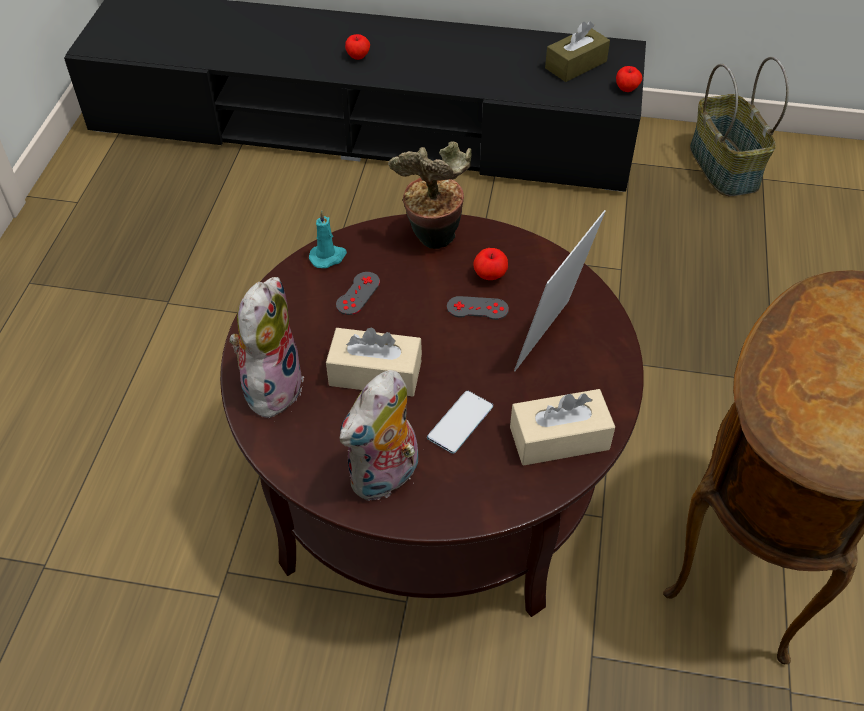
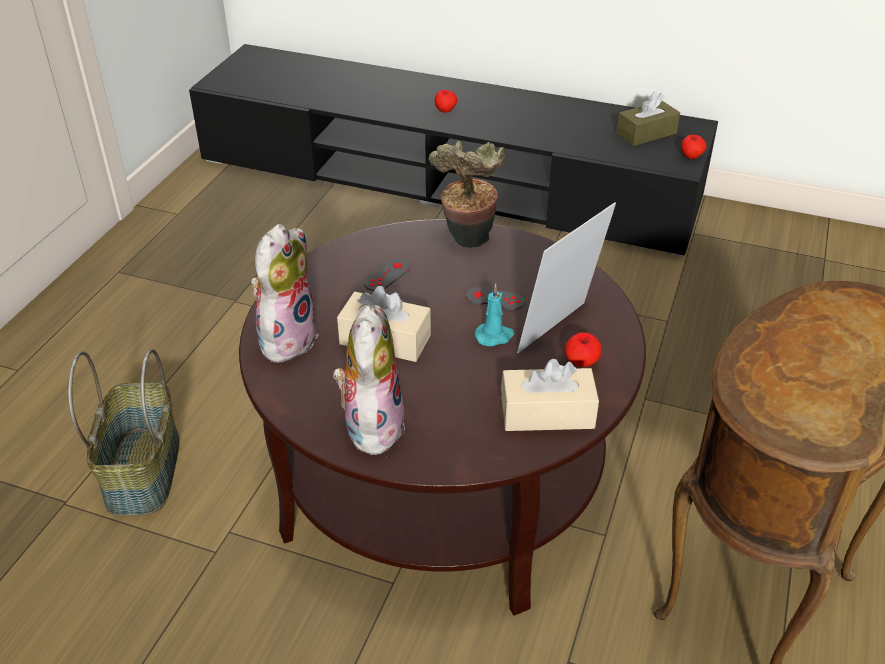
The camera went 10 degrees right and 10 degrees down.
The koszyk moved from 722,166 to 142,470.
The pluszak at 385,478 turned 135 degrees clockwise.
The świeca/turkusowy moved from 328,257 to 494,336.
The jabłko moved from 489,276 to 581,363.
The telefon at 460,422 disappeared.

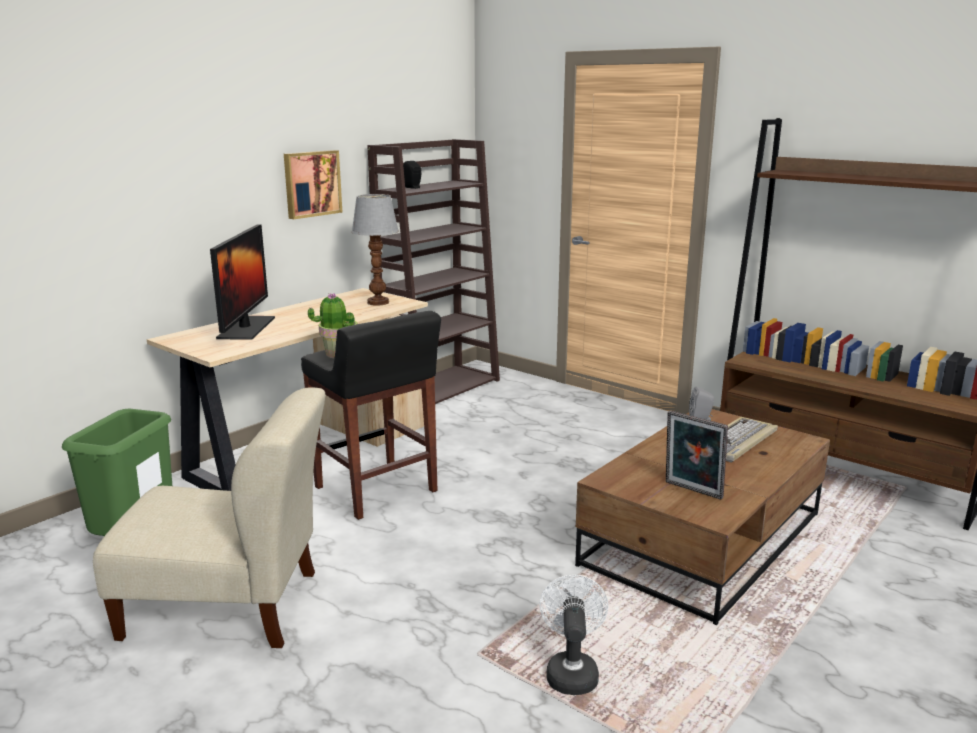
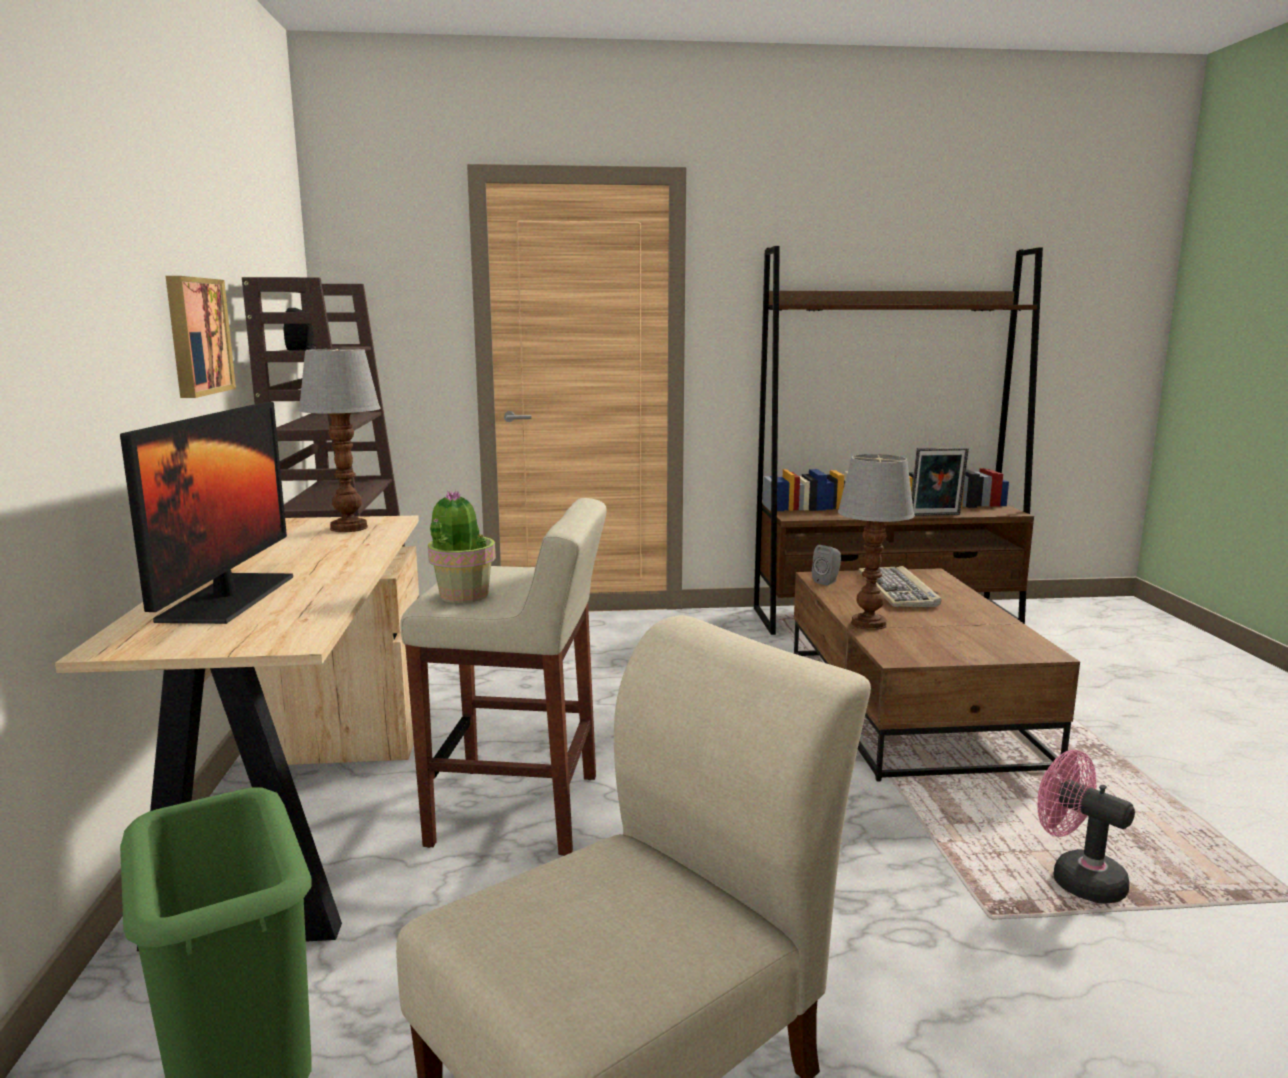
The camera went 45 degrees left and 5 degrees down.
The monitor at 246,328 turned 45 degrees clockwise.
The stołek/czarny at 376,490 became the stołek/beżowy at 518,810.
The lampa stołowa at 867,623 appeared.
The ramka na zdjęcie moved from 692,491 to 936,515.
The wentylator/biały at 571,671 became the wentylator/różowy at 1077,878.

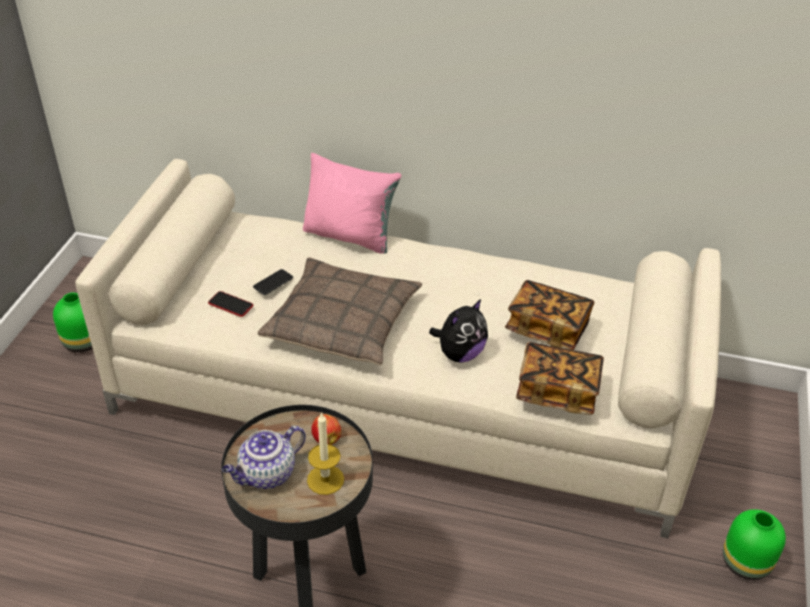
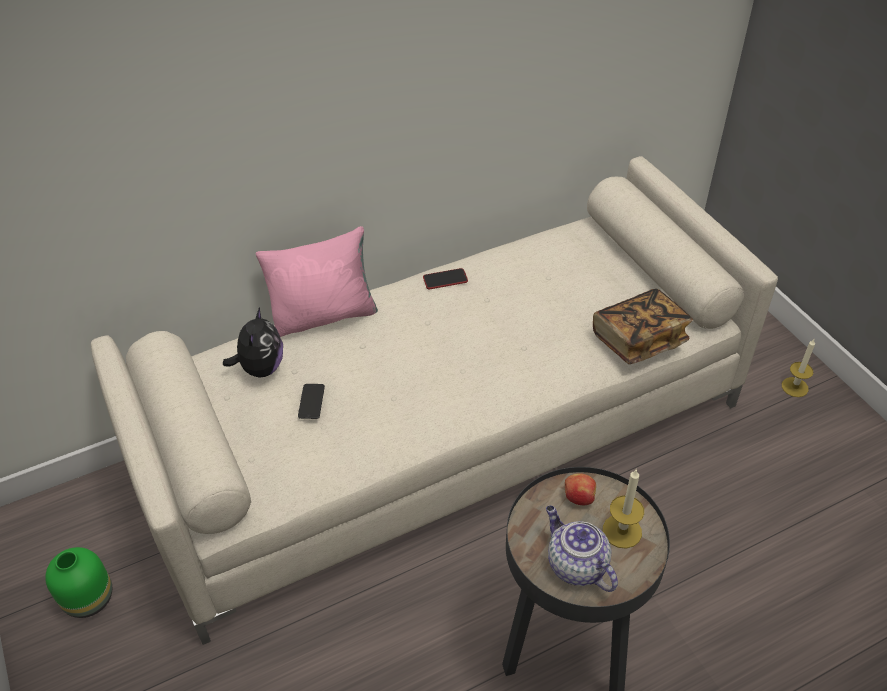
The camera went 40 degrees left and 5 degrees up.
The pluszak moved from 460,353 to 261,368.
The telefon moved from 230,304 to 445,279.
The imbryk at 267,475 turned 135 degrees clockwise.
The wazon/zielony at 747,563 was replaced by the świeca at 794,387.
The poduszka at 342,322 disappeared.
The książka at 547,328 disappeared.

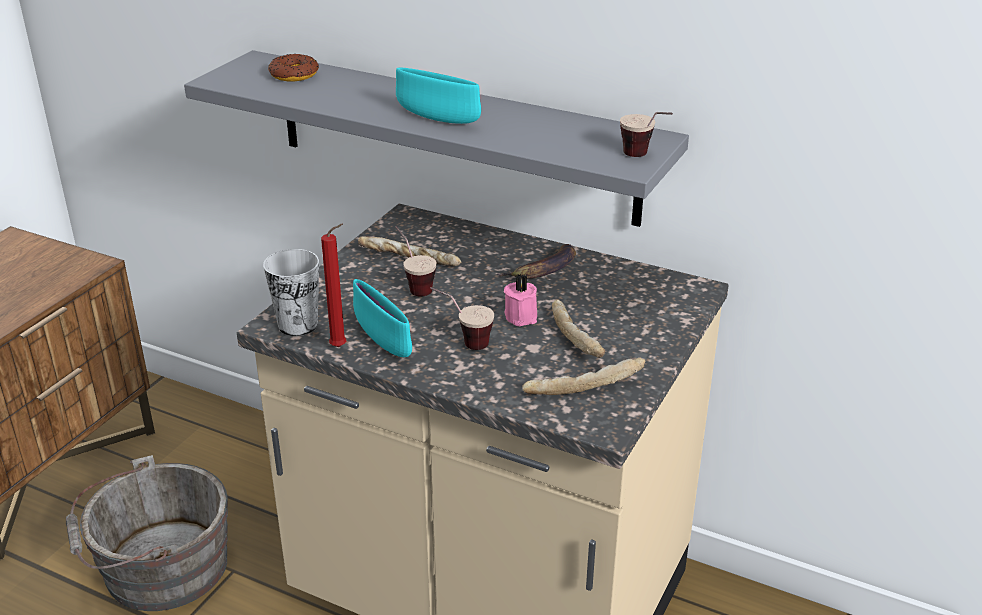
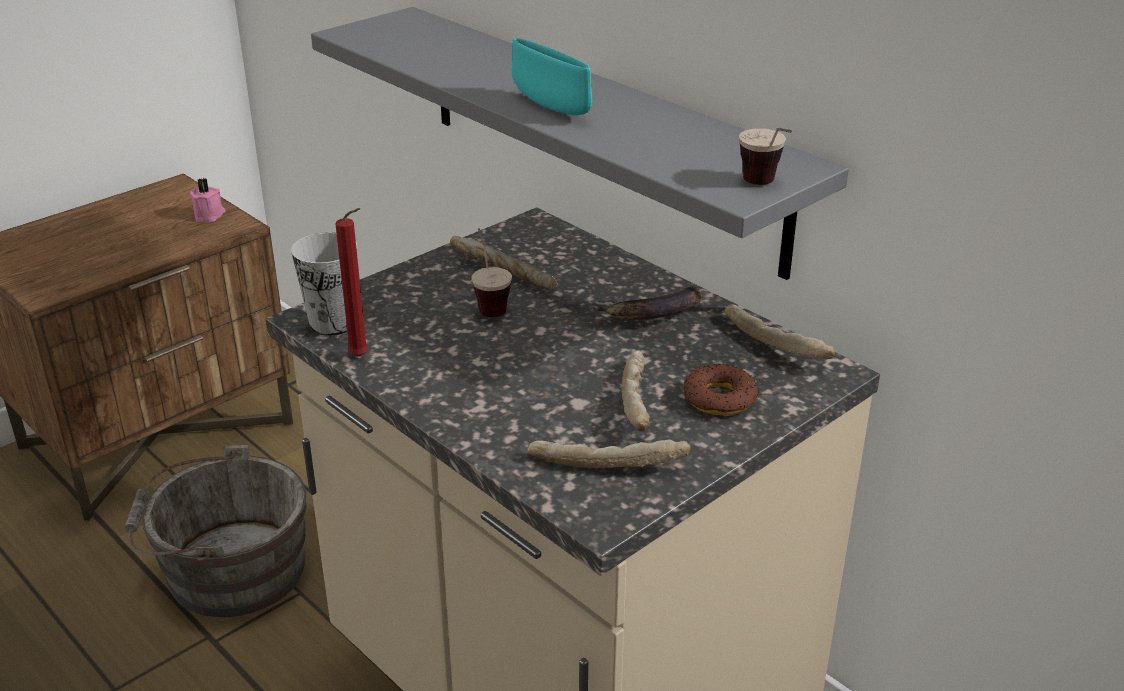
The camera went 20 degrees right and 0 degrees up.
The świeca/różowy moved from 522,316 to 210,215.
The donut moved from 293,74 to 719,398.
The chleb at 776,343 appeared.
The miska/turkusowy at 382,341 disappeared.
The filiżanka at 462,342 disappeared.

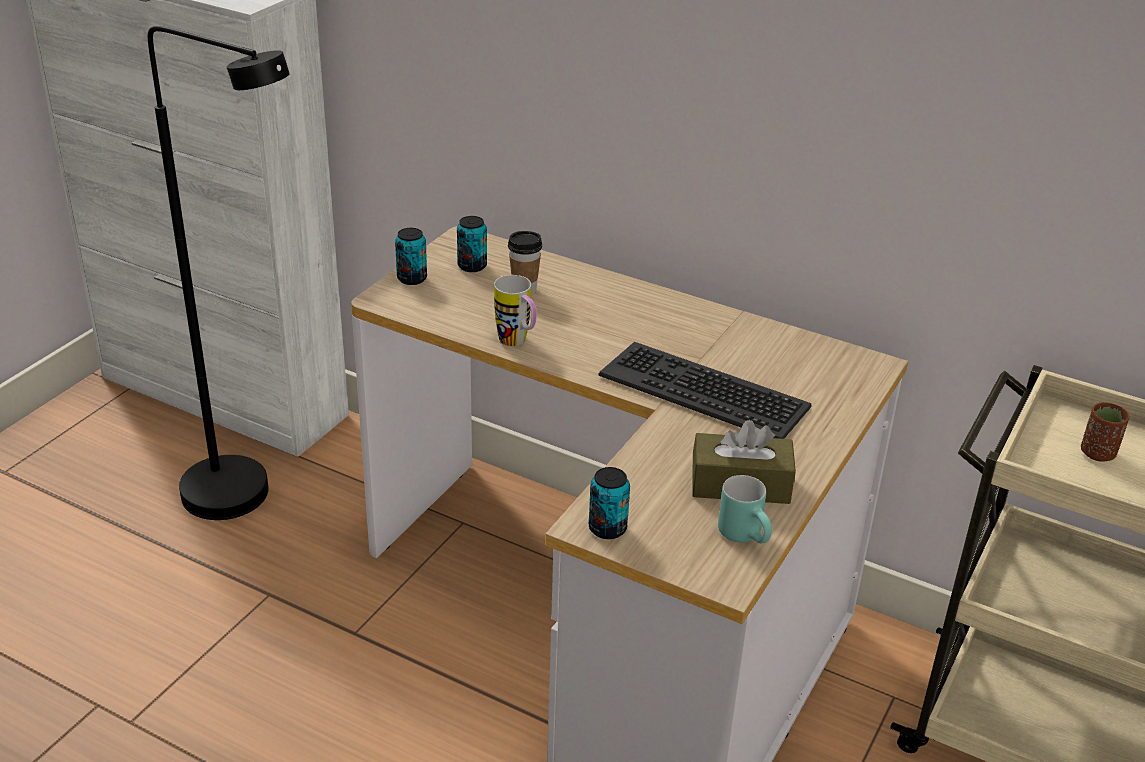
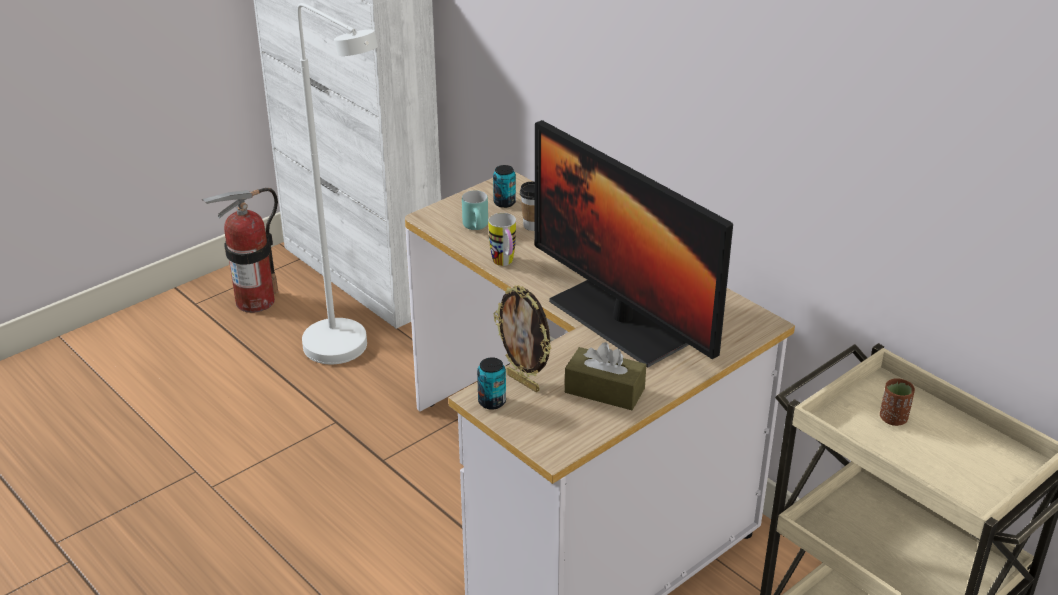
The camera went 20 degrees right and 0 degrees up.
The gaśnica at 255,301 appeared.
The lampa stojąca/czarny at 246,499 became the lampa stojąca/biały at 348,352.
The kubek/turkusowy moved from 747,536 to 478,228.
The ramka na zdjęcie at 524,382 appeared.
The klawiatura at 704,391 was replaced by the monitor at 620,321.
The puszka at 412,278 disappeared.

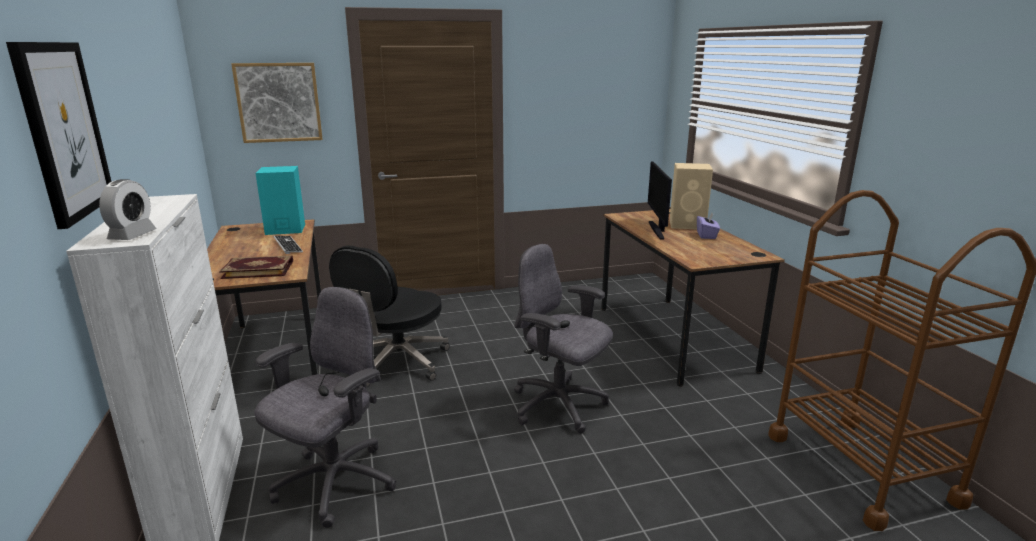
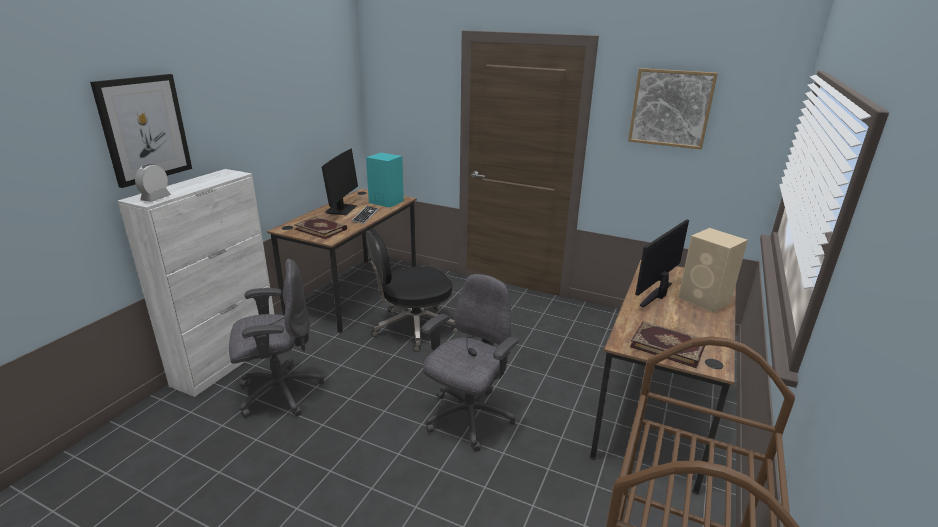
The camera went 40 degrees right and 5 degrees up.
The budzik at 132,235 turned 150 degrees clockwise.
The monitor at 341,210 appeared.
The krzesło biurowe/szary at 559,406 turned 45 degrees clockwise.
The obraz moved from 279,102 to 670,108.
The książka at 667,345 appeared.
The pudełko chusteczek/fioletowy at 706,235 disappeared.

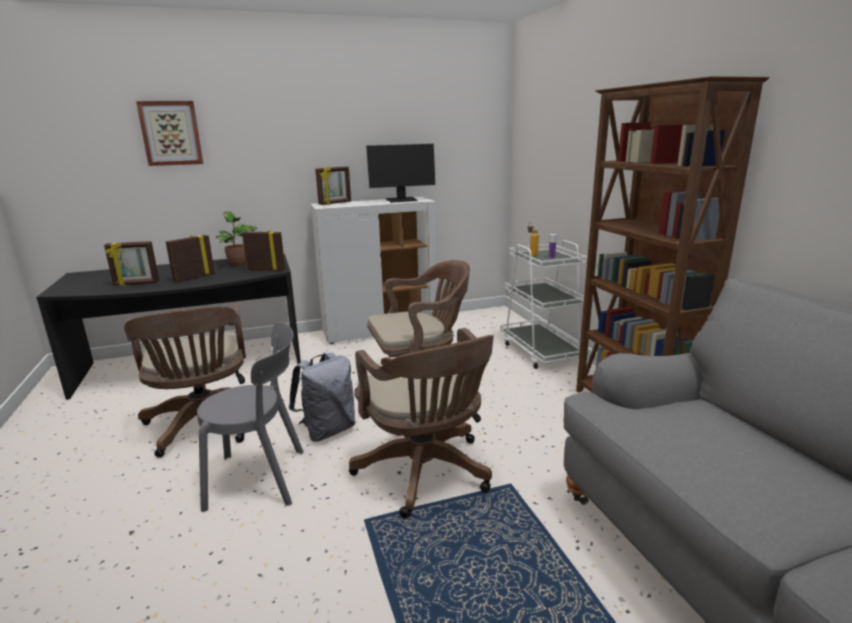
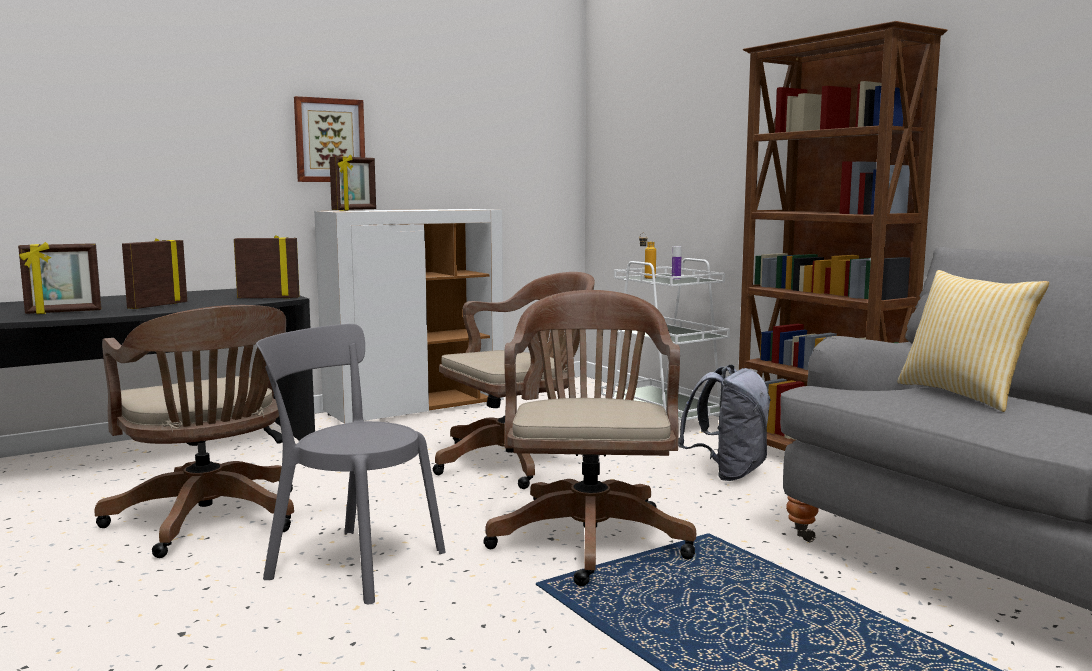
The camera went 15 degrees left and 10 degrees down.
The krzesło/szary at 262,478 turned 135 degrees counterclockwise.
The obraz moved from 171,133 to 329,140.
The krzesło biurowe/brązowy at 426,474 turned 135 degrees counterclockwise.
The plecak/szary moved from 327,430 to 727,473.
The poduszka at 964,395 appeared.
The roślina doniczkowa at 239,264 disappeared.
The monitor at 401,200 disappeared.

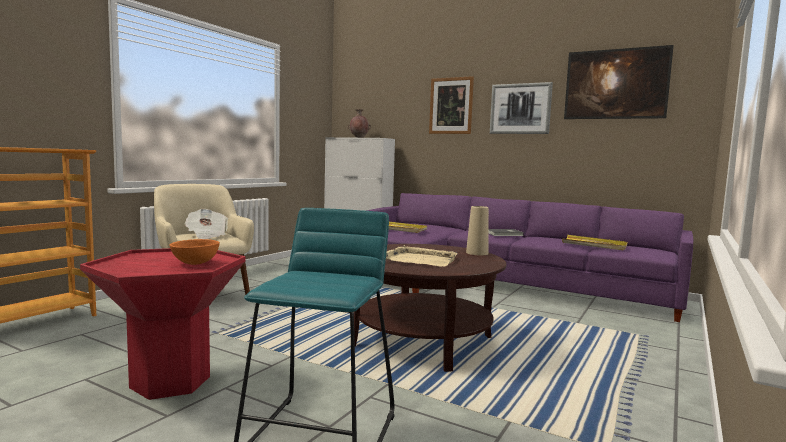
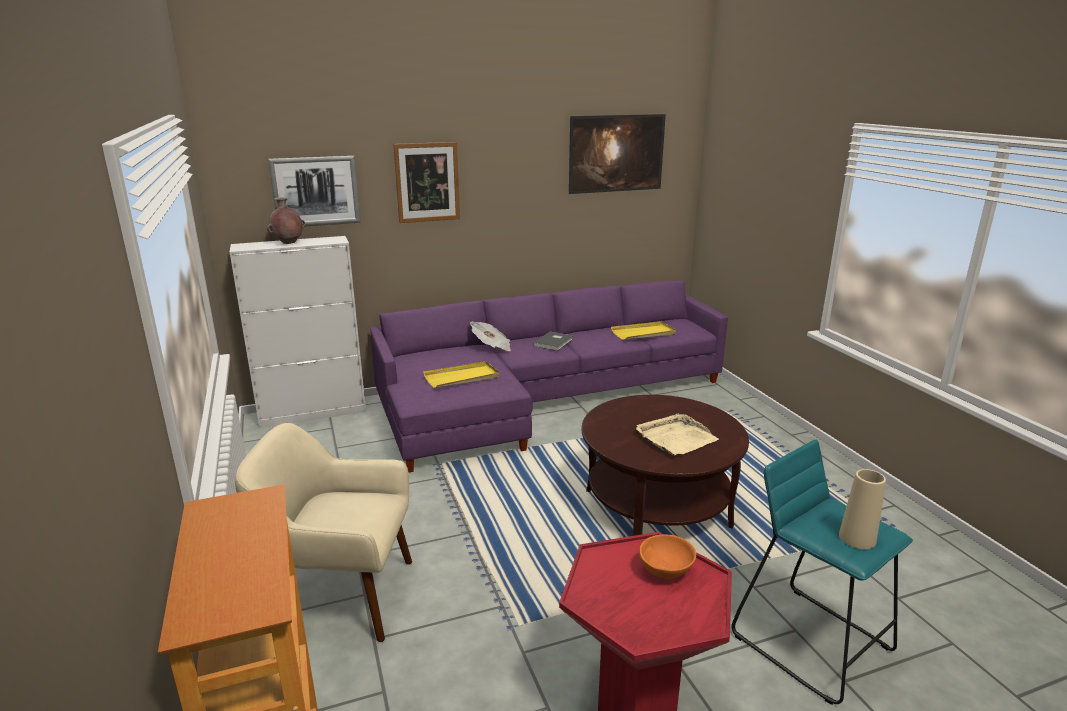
The camera went 50 degrees left and 15 degrees up.
The obraz moved from 520,109 to 315,191.
The gazeta moved from 206,235 to 492,347.
The wazon/beżowy moved from 477,253 to 857,538.

